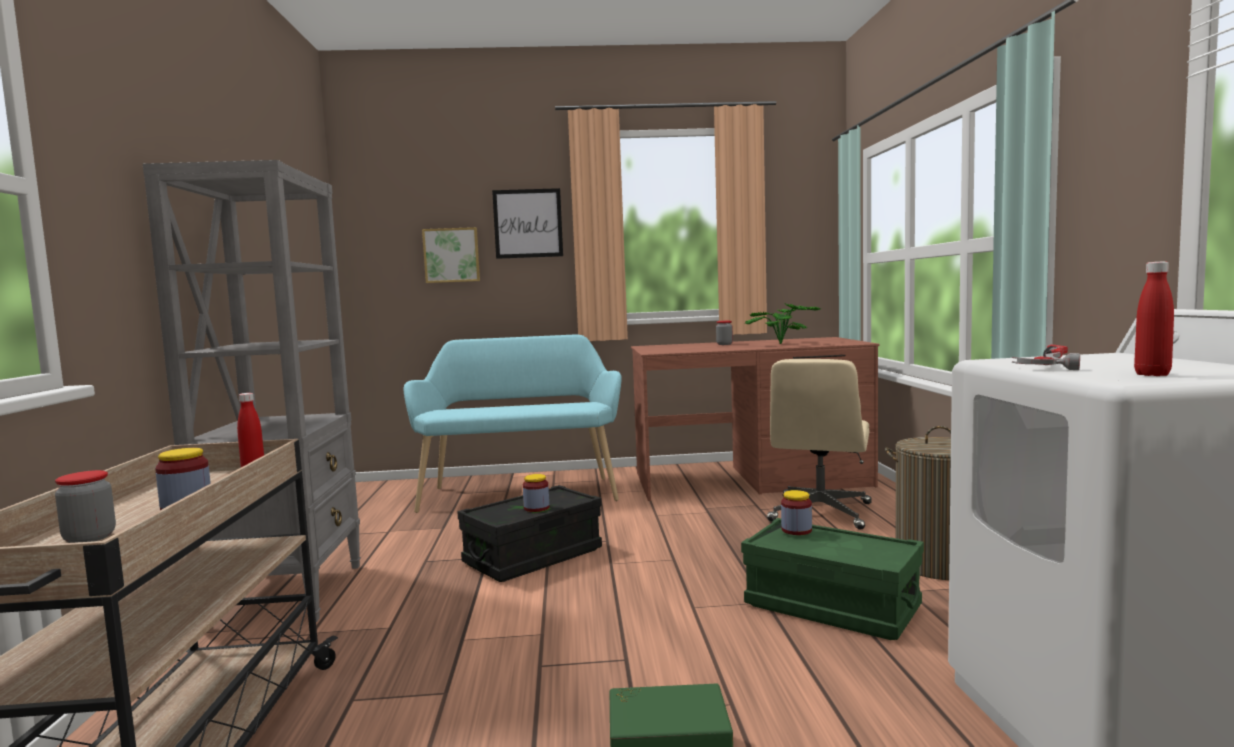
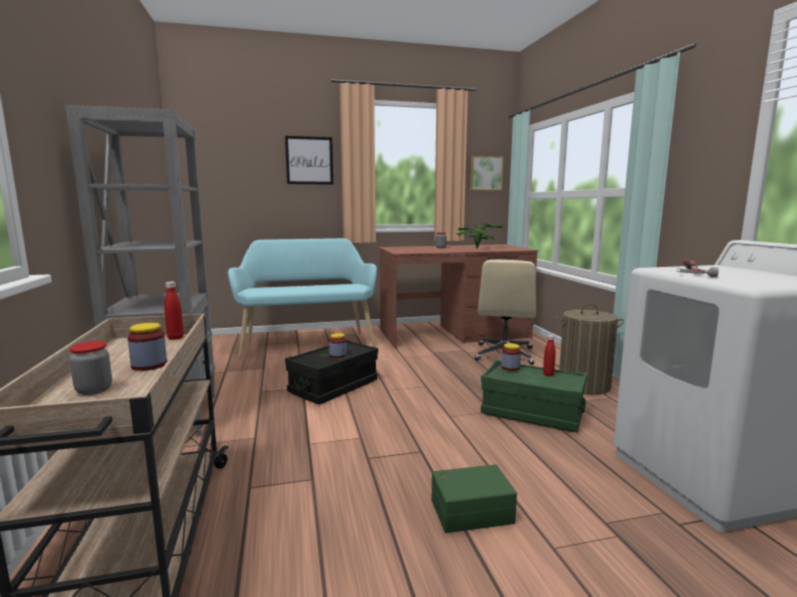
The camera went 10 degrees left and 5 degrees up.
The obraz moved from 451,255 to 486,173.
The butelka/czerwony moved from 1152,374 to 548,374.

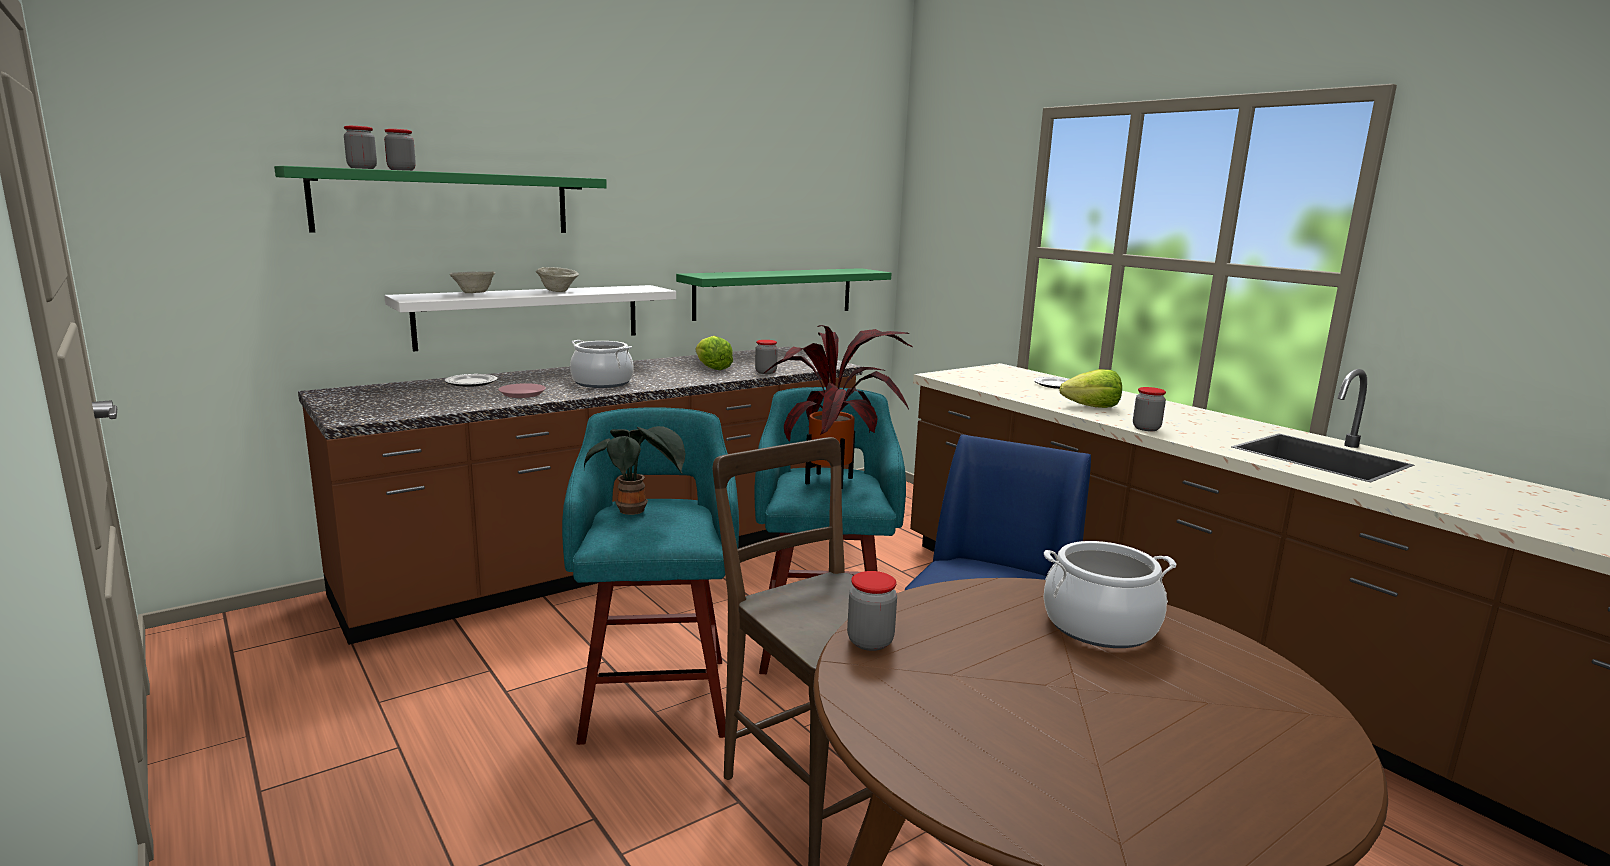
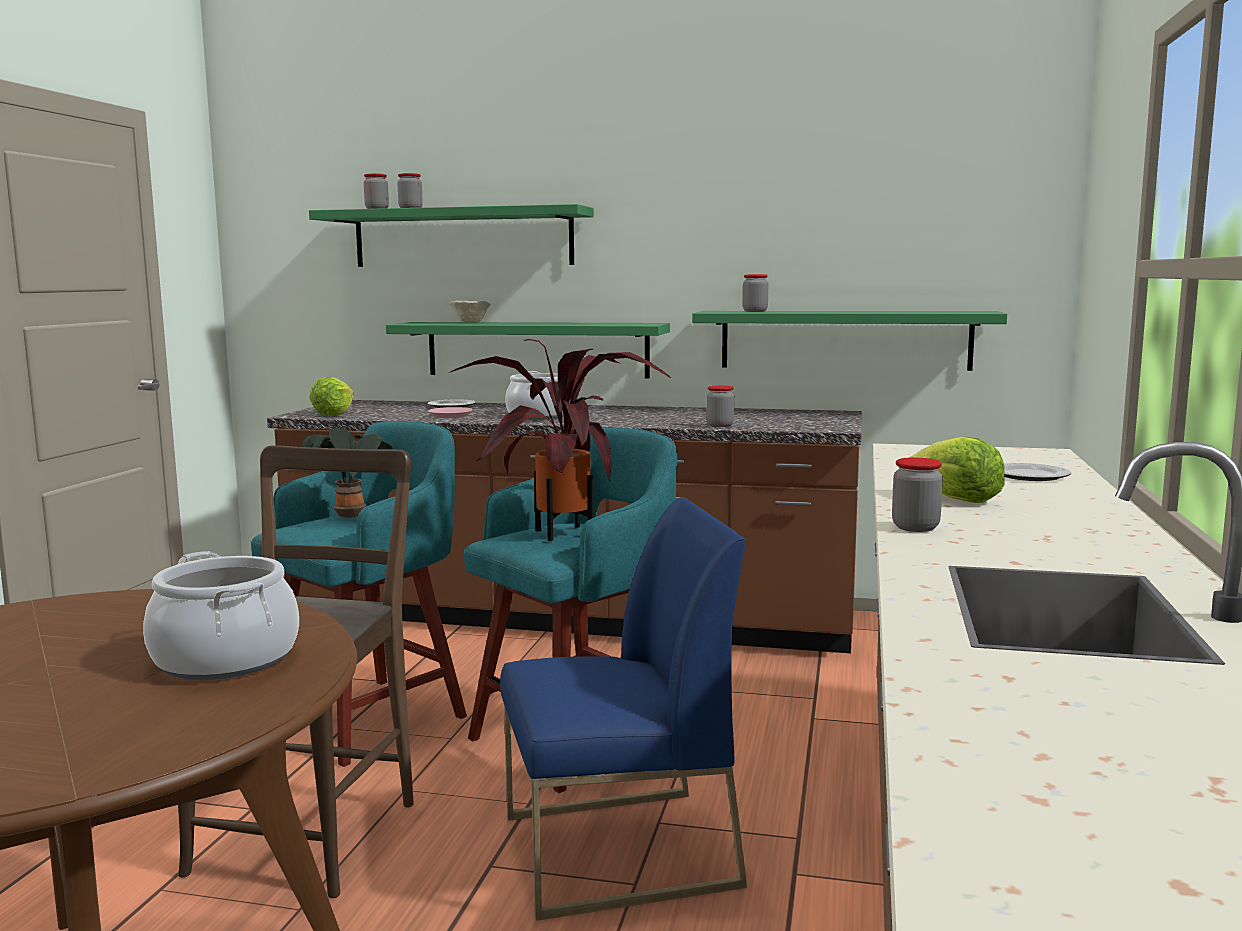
The camera went 50 degrees right and 5 degrees down.
The sałata moved from 712,368 to 334,414.
The półka/biały at 530,316 became the półka/zielony at 537,349.
The słoik moved from 870,642 to 755,311.
The miska/beżowy at 558,291 disappeared.

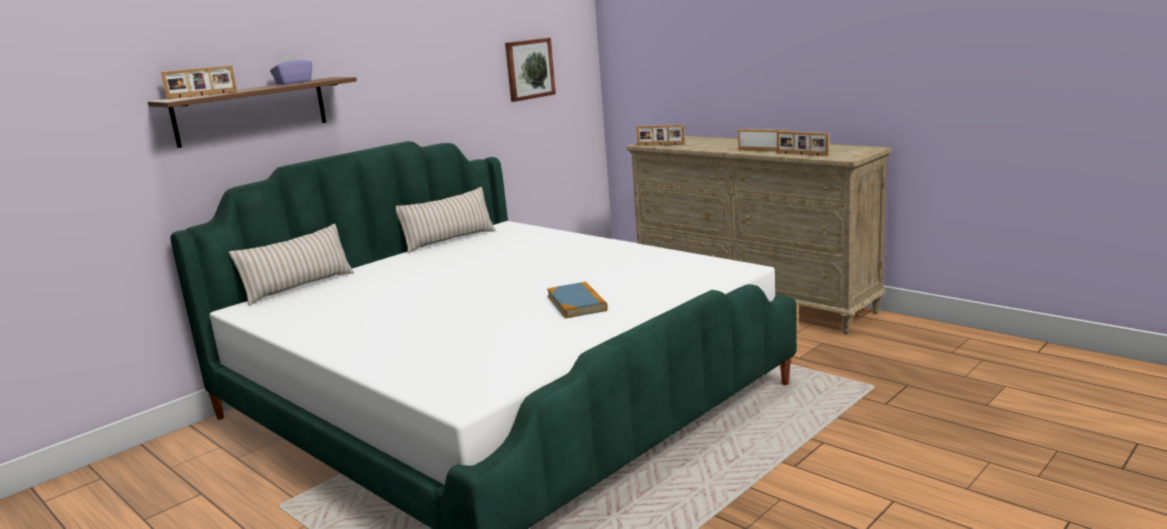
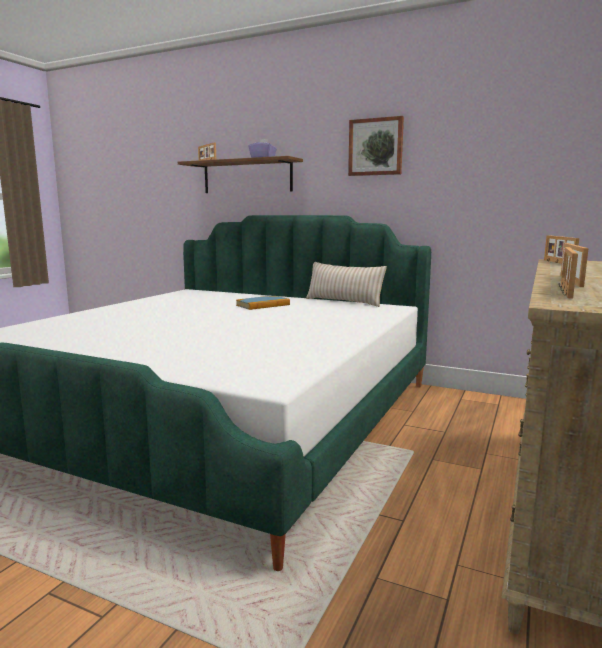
The camera went 70 degrees right and 5 degrees down.
The książka moved from 577,303 to 263,305.
The obraz moved from 529,69 to 376,147.
The poduszka/beżowy at 299,287 disappeared.

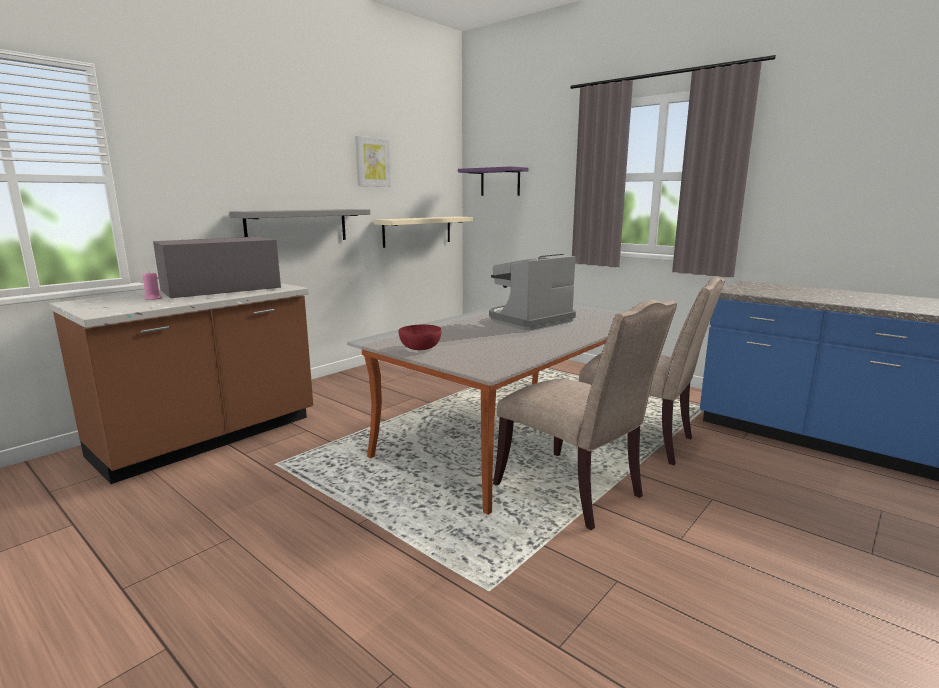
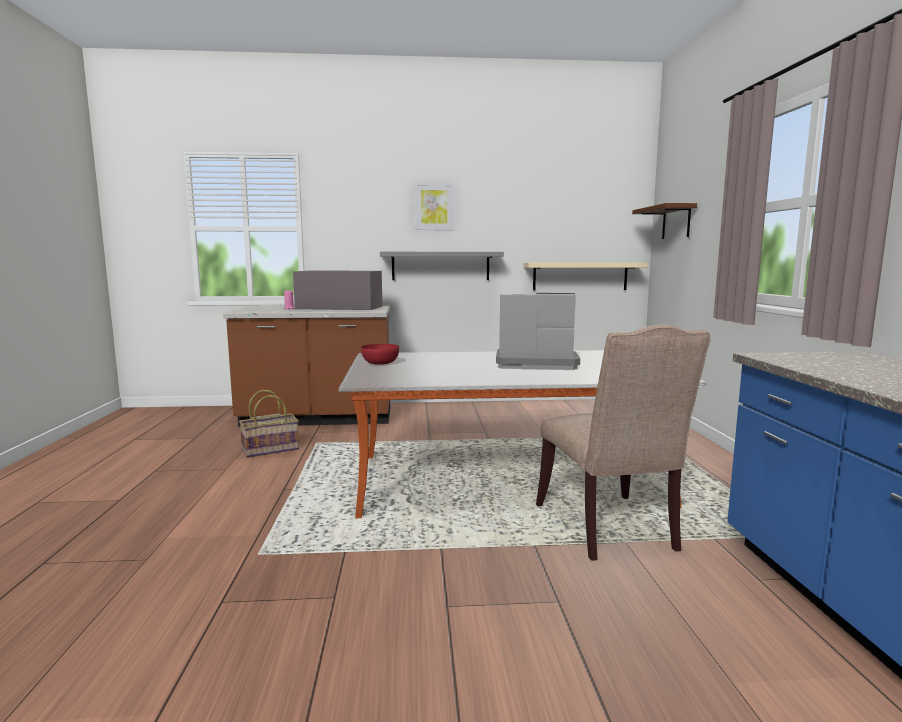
The camera went 45 degrees right and 5 degrees down.
The koszyk at 270,449 appeared.
The obraz moved from 372,162 to 434,207.
The półka/fioletowy at 500,182 became the półka/brązowy at 676,222.
The krzesło/beżowy at 574,491 disappeared.

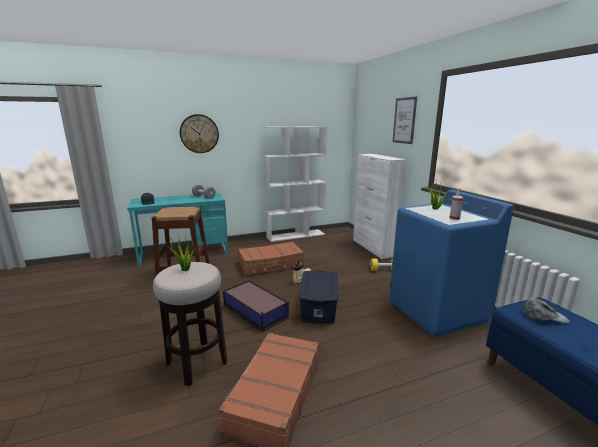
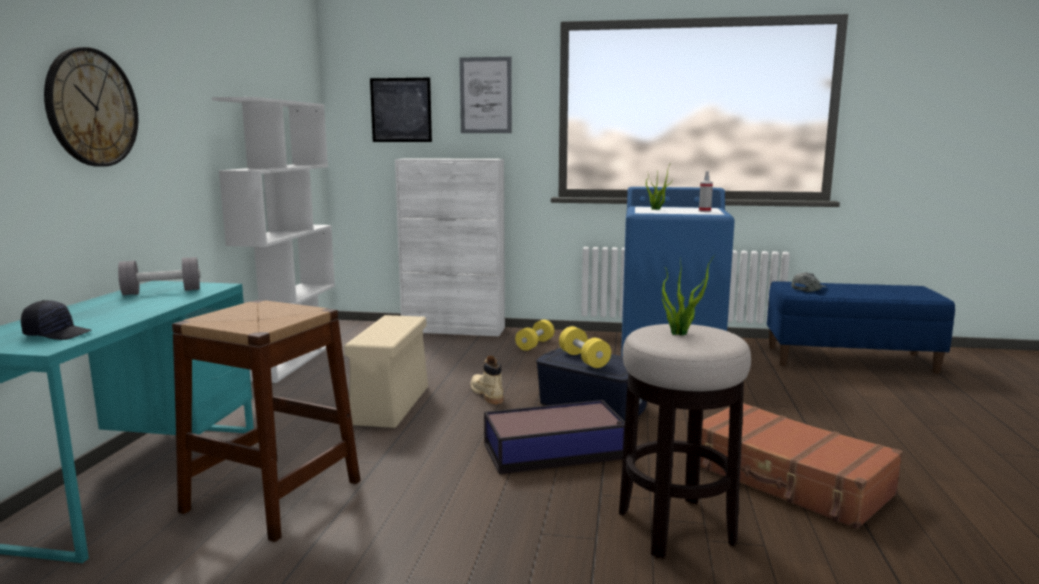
The camera went 60 degrees left and 5 degrees down.
The walizka/brązowy at 271,265 was replaced by the pojemnik do przechowywania/beżowy at 391,404.
The obraz at 401,110 appeared.
The hantel/żółty at 584,359 appeared.

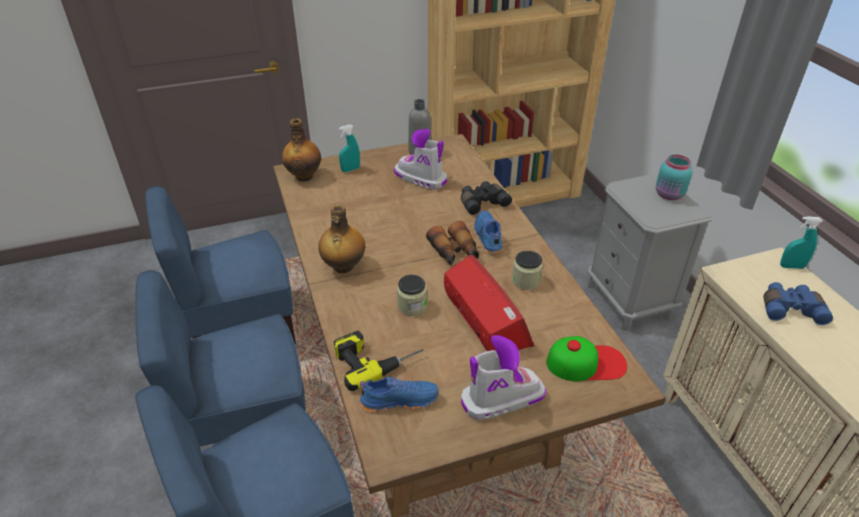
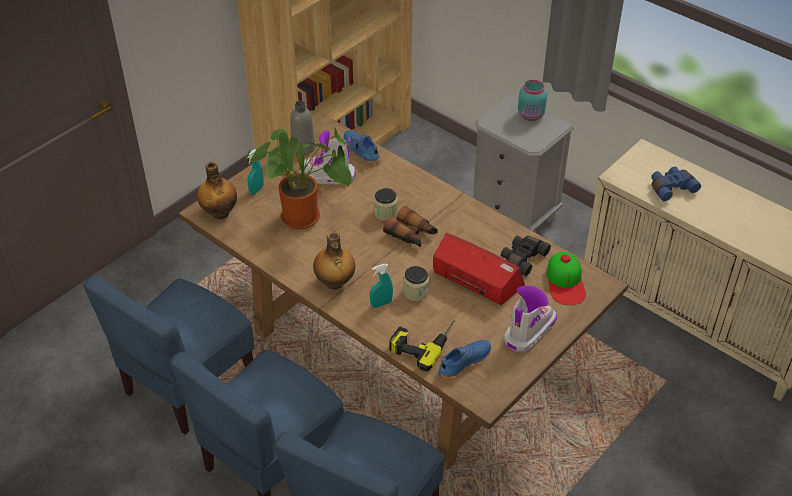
The camera went 30 degrees left and 5 degrees up.
The roślina doniczkowa at 305,217 appeared.
The but/niebieski moved from 487,238 to 360,152.
The spryskiwacz/turkusowy moved from 791,266 to 381,304.
The słoik moved from 526,281 to 385,213.
The lornetka/czarny moved from 482,203 to 522,258.
The czapka z daszkiem at 586,363 turned 120 degrees clockwise.

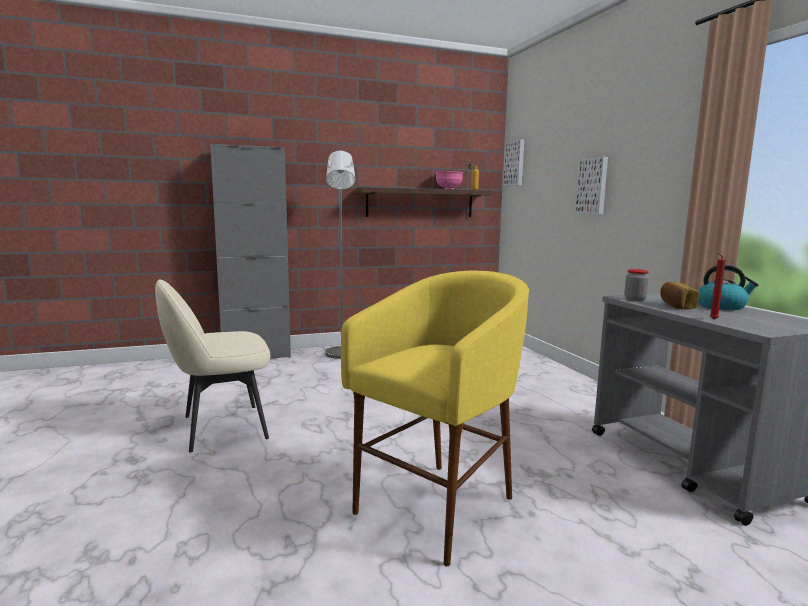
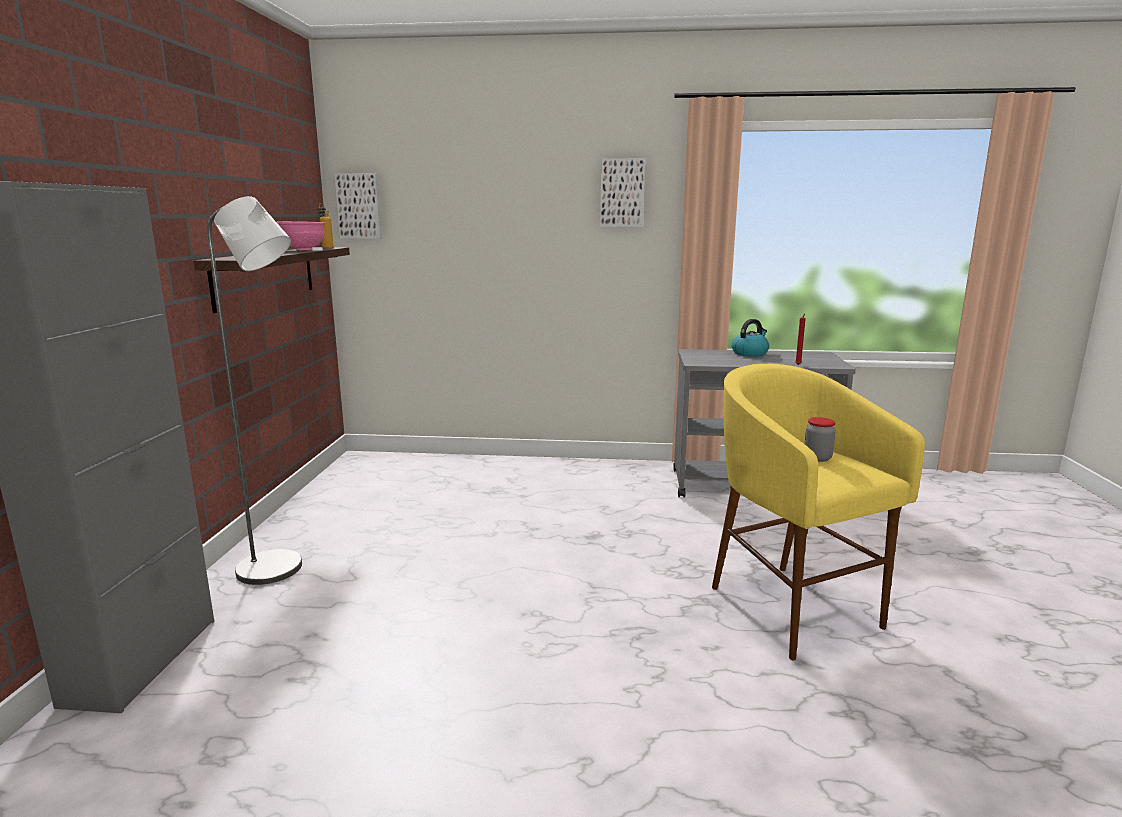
The camera went 65 degrees left and 5 degrees up.
The obraz moved from 593,186 to 622,193.
The słoik moved from 635,299 to 817,458.
The krzesło/beżowy at 221,427 disappeared.
The chleb at 676,306 disappeared.

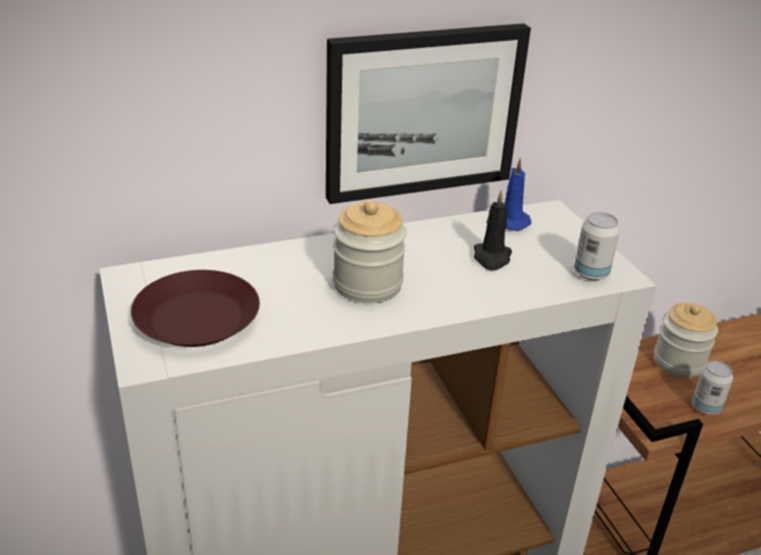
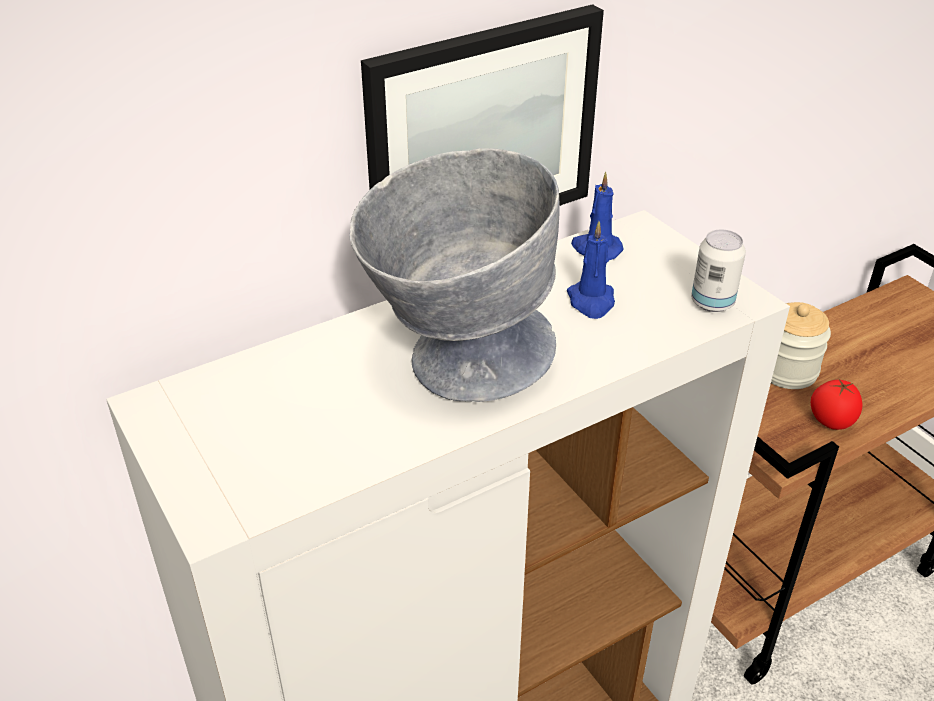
The camera went 10 degrees left and 5 degrees up.
The słoik at 367,284 was replaced by the miska/szary at 455,363.
The świeca/czarny at 491,258 became the świeca/niebieski at 591,301.
The puszka at 706,407 was replaced by the pomidor at 830,422.
The talerz/brązowy at 198,319 disappeared.

